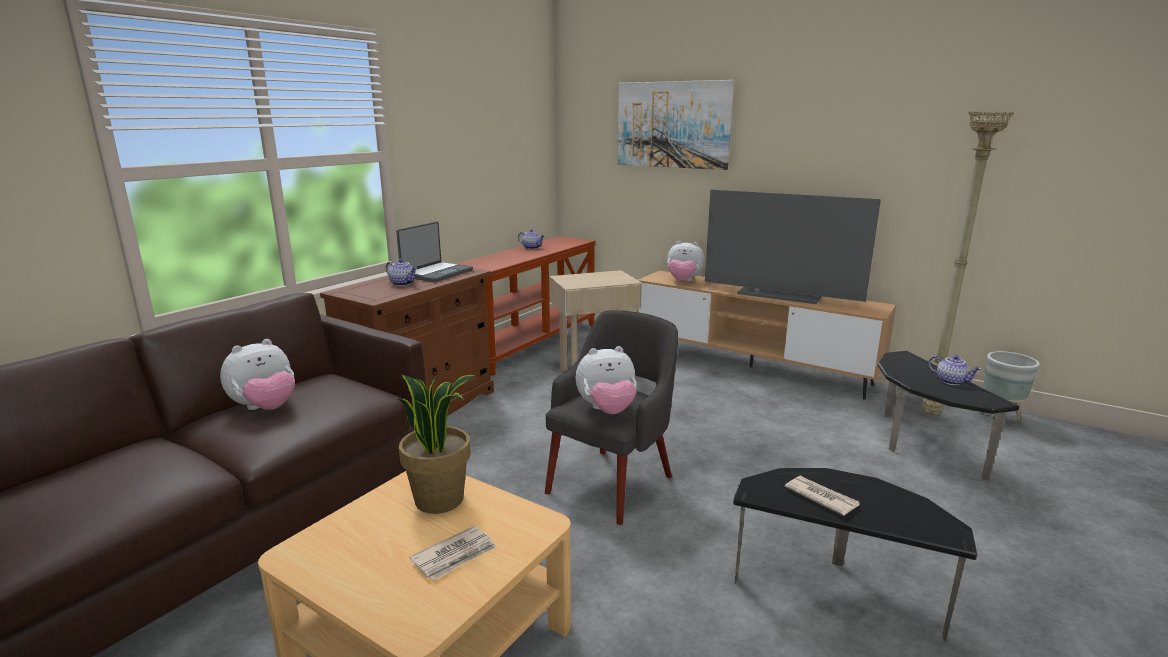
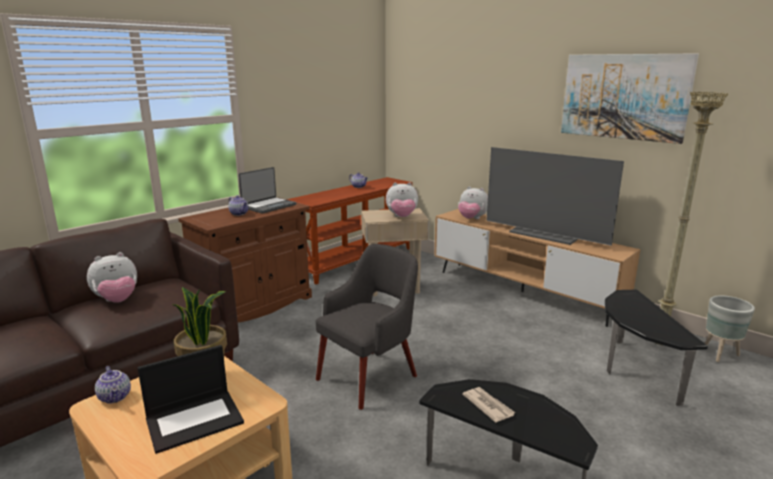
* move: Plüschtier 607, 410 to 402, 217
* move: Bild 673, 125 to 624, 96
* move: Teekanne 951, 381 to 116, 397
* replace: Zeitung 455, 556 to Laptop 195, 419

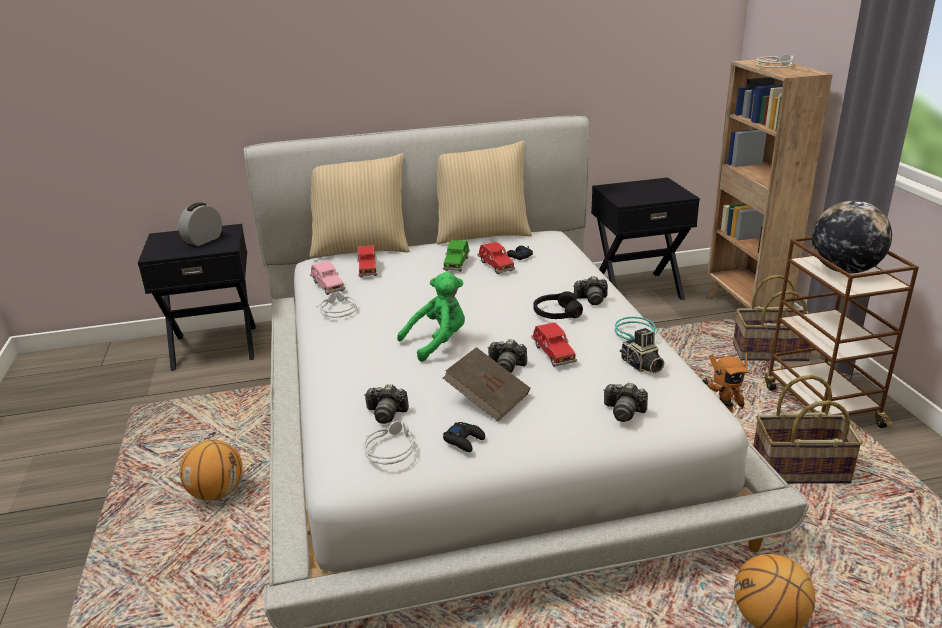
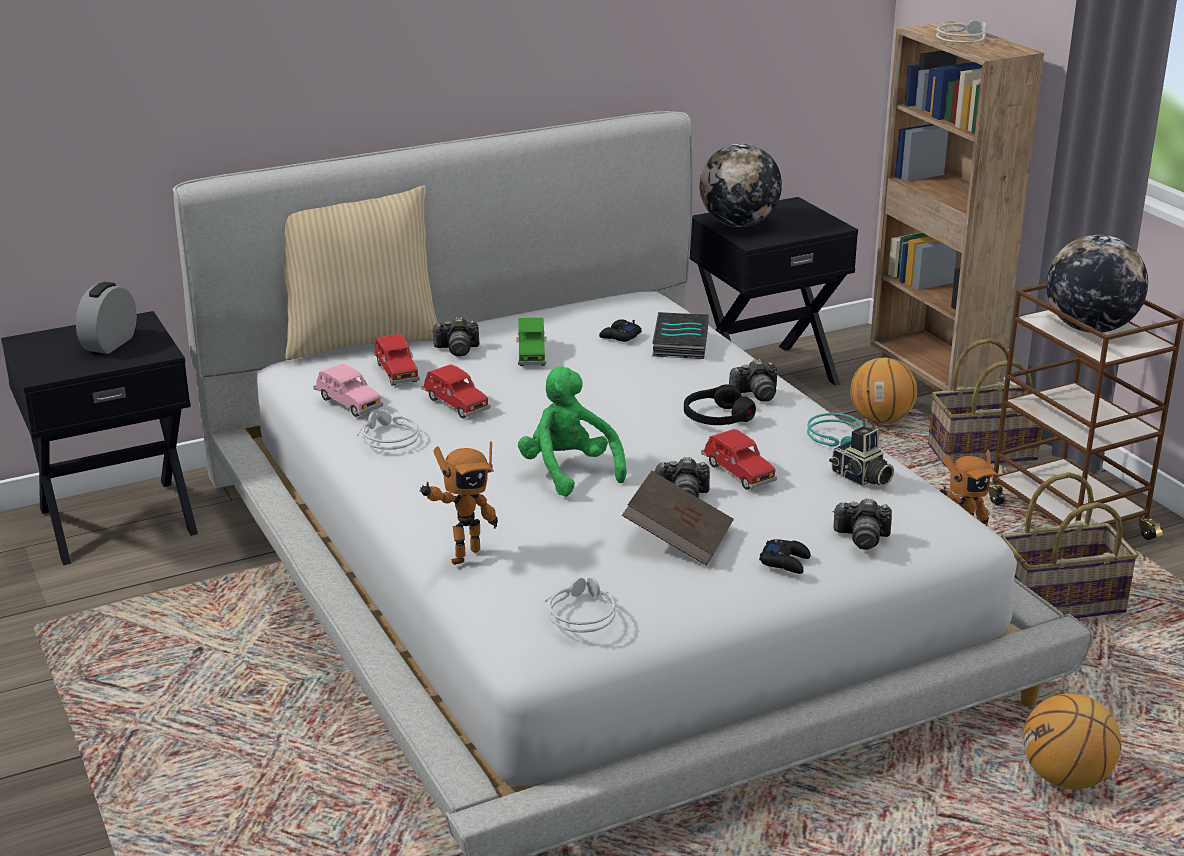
* delete: Kissen [beige] 482, 234
* insert: Spielzeugroboter 462, 555
* insert: Buch 679, 341
* insert: Globus 739, 224
* move: Basketball 217, 493 to 880, 419
* move: Kamera 386, 413 to 457, 349
* move: Gamepad [schwarz] 464, 440 to 785, 562
* move: Spielzeugauto [rot] 495, 266 to 455, 404
* rotate: Plüschtier [grün] 438, 342 = 568, 471 75 degrees counterclockwise

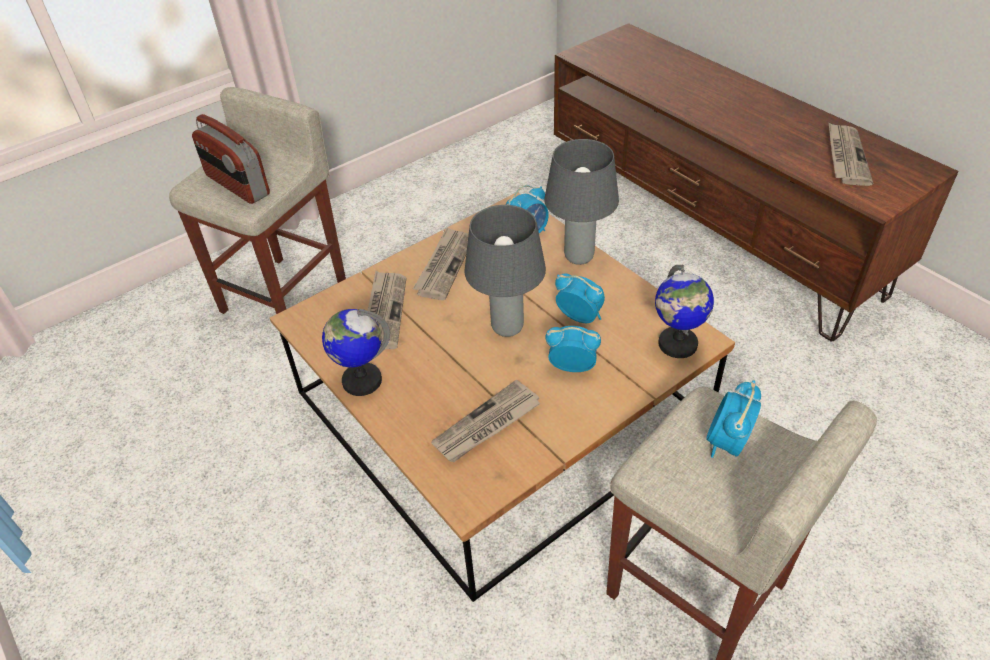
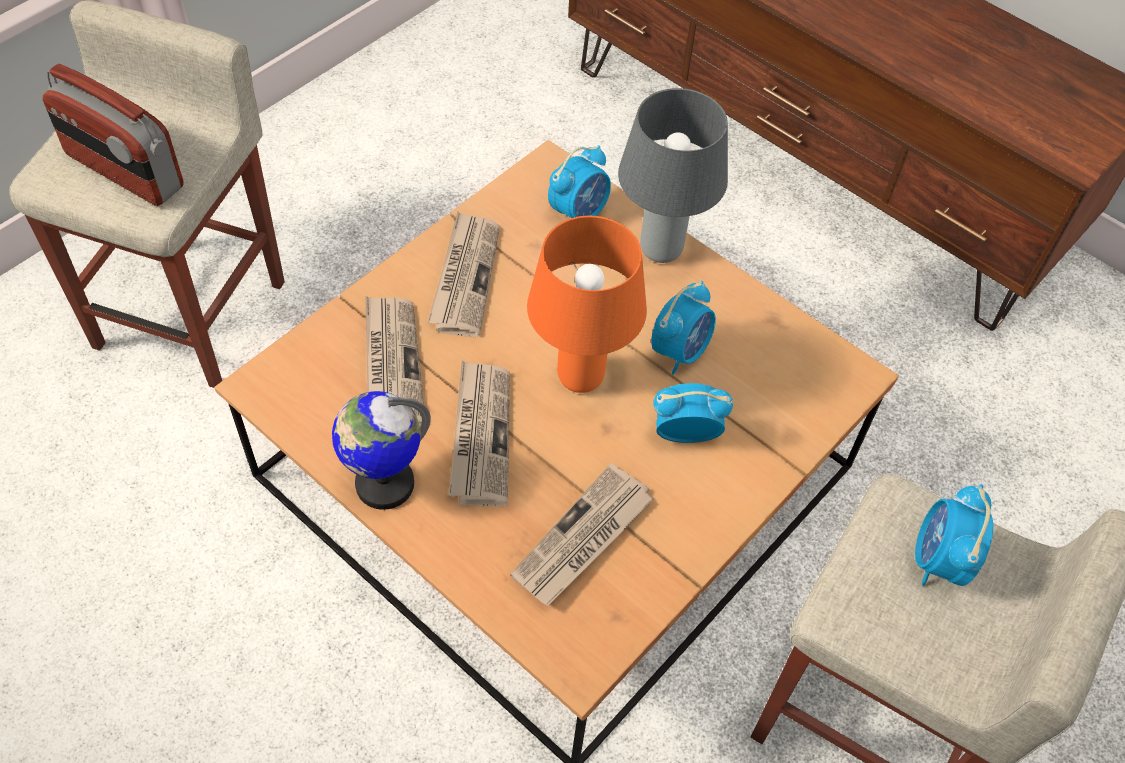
* delete: Globus 677, 344
* move: Zeitung 845, 156 to 480, 435
* recolor: Tischlampe [grau] 508, 327 to Tischlampe [orange] 581, 376
* rotate: Wecker 579, 317 = 680, 351 105 degrees clockwise

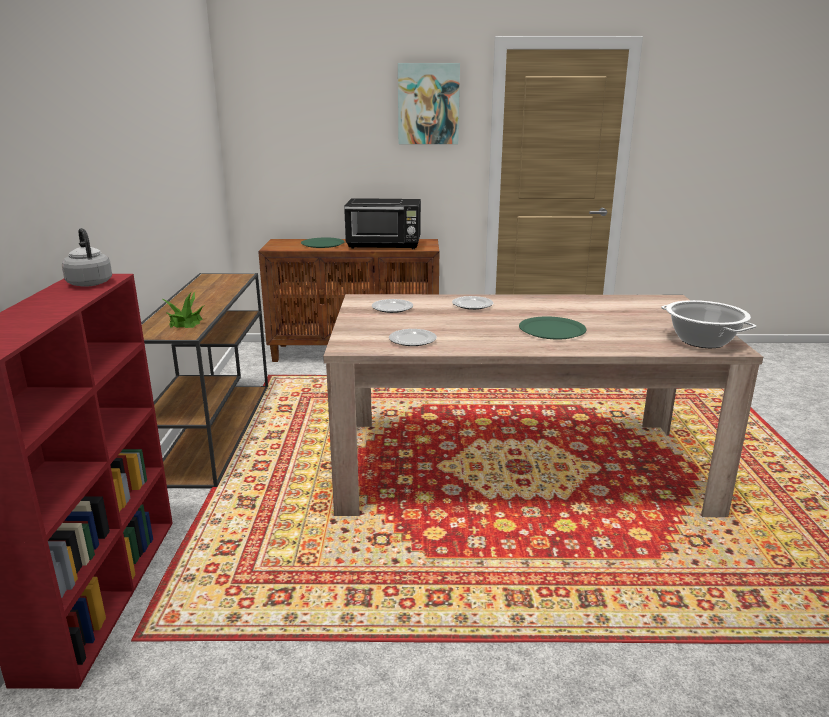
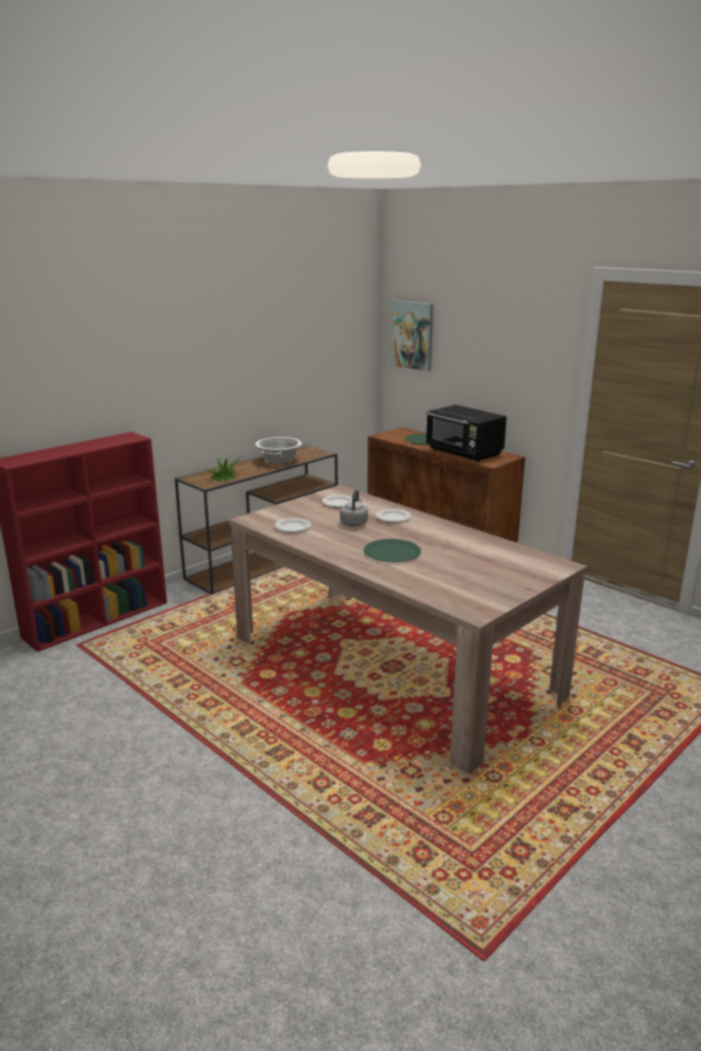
* move: Wasserkessel [grau] 89, 283 to 354, 523
* move: Bild 428, 104 to 412, 335
* move: Kochtopf 702, 341 to 279, 461

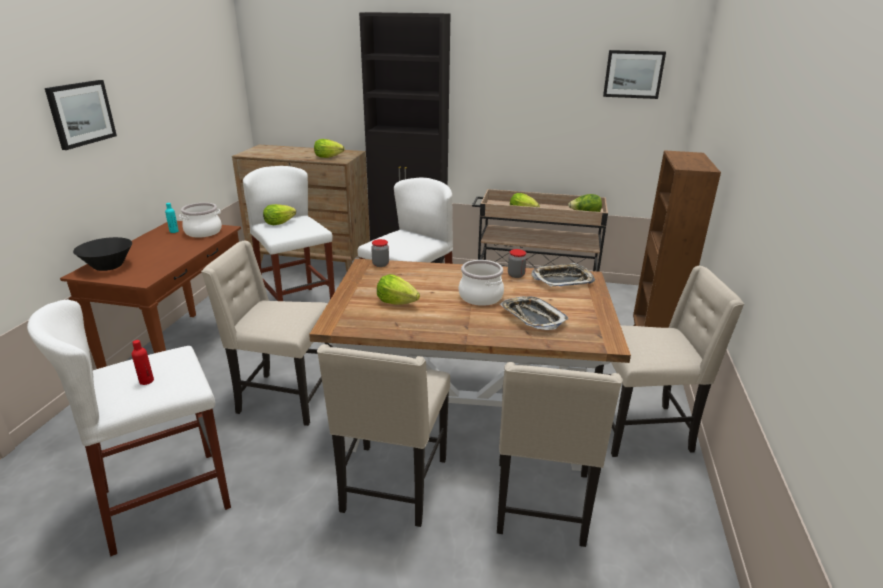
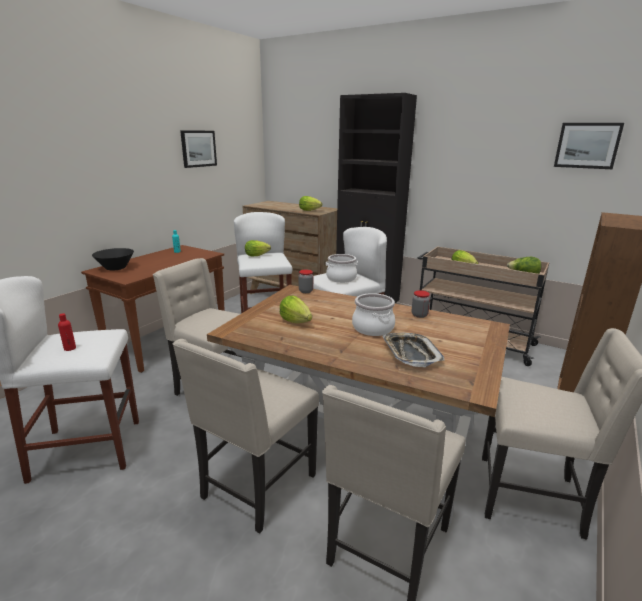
* delete: Tablett 562, 279
* move: Bild 81, 113 to 198, 148
* move: Kochtopf 203, 232 to 341, 278

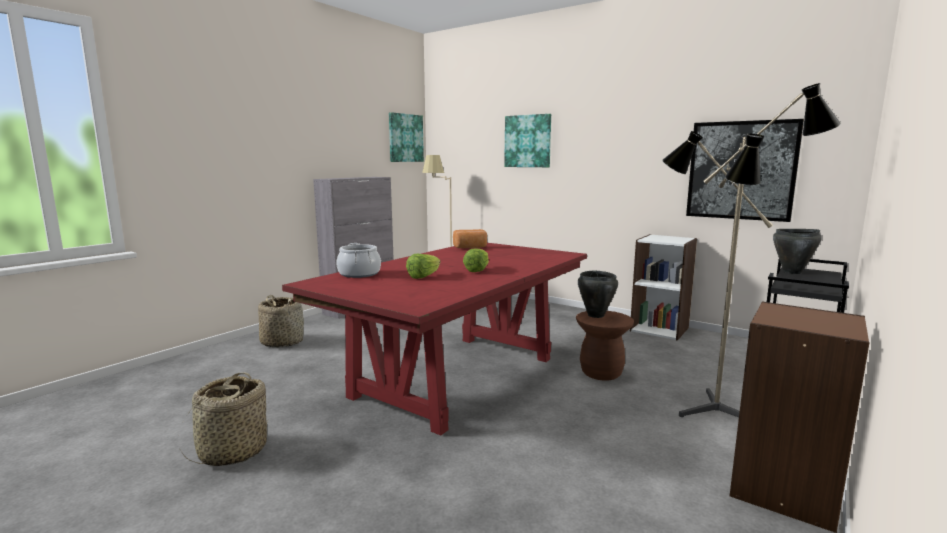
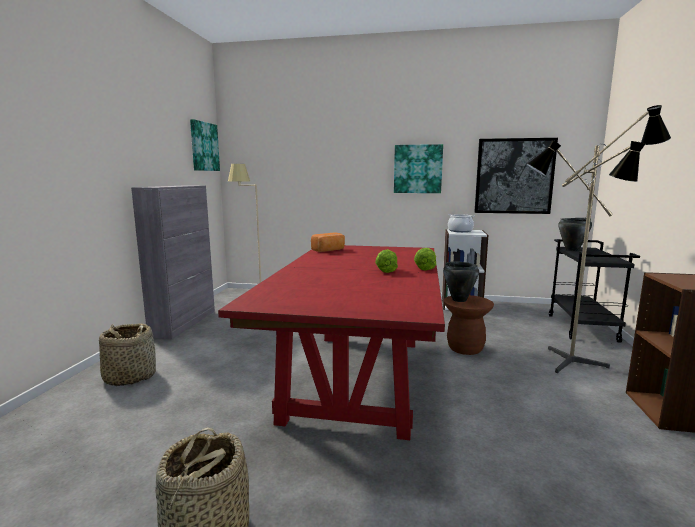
* move: Kochtopf 359, 274 to 460, 231
* move: Salatkopf 423, 276 to 425, 268
* move: Bild 528, 141 to 418, 169

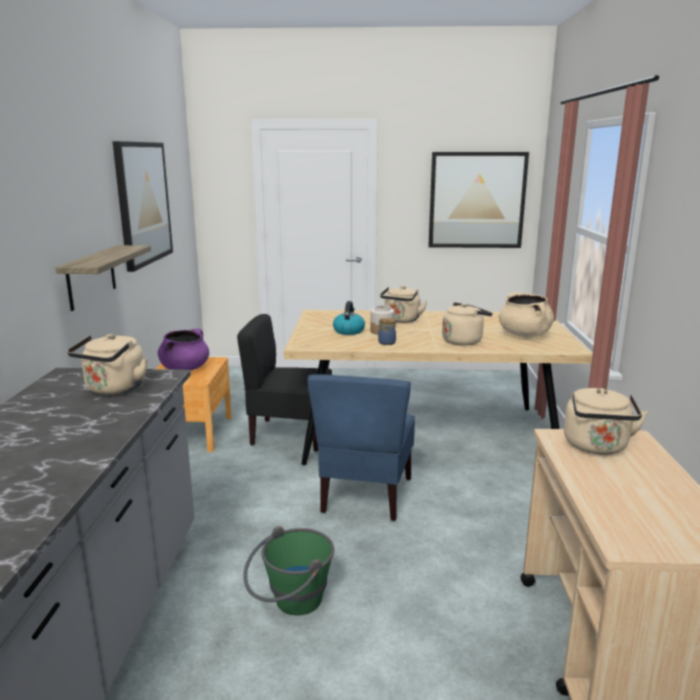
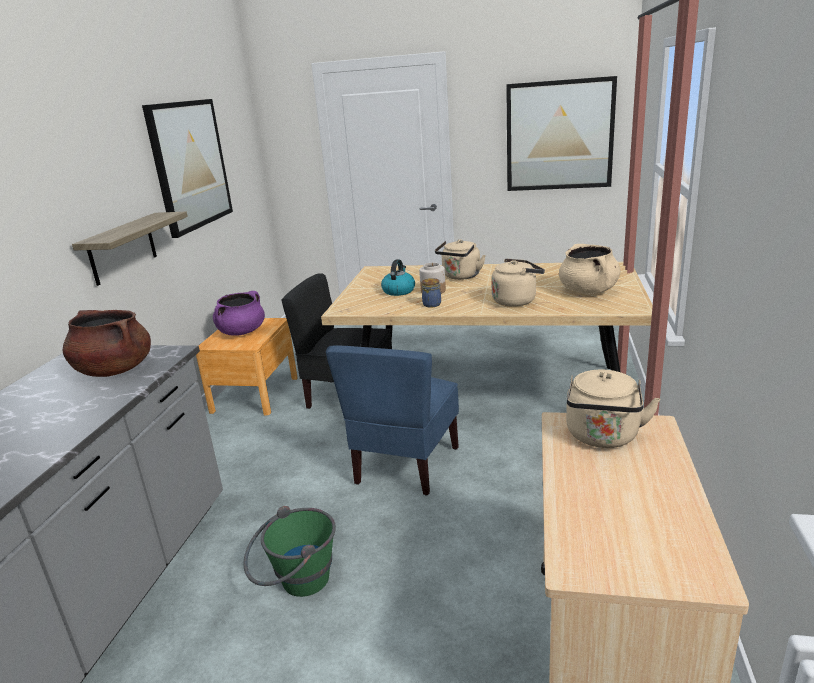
* replace: Wasserkessel [beige] 114, 389 to Kochtopf [braun] 114, 370

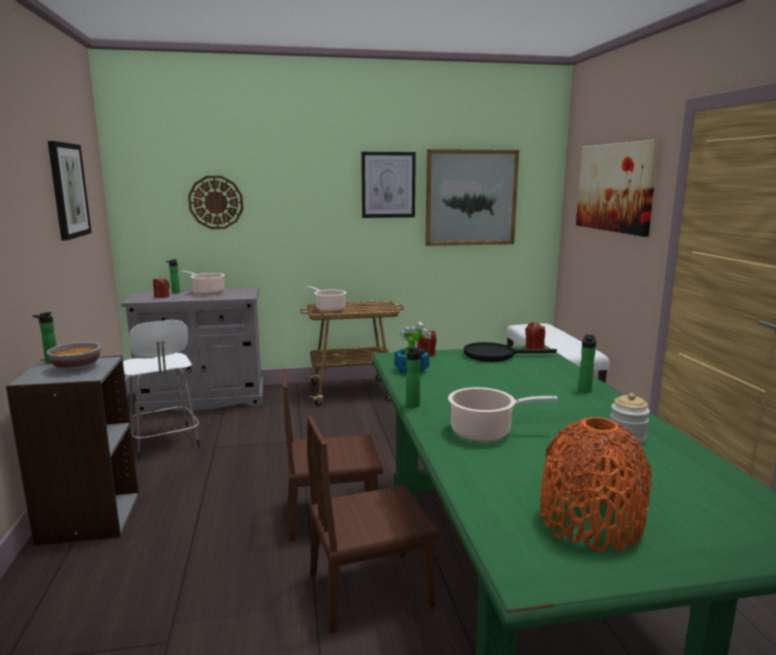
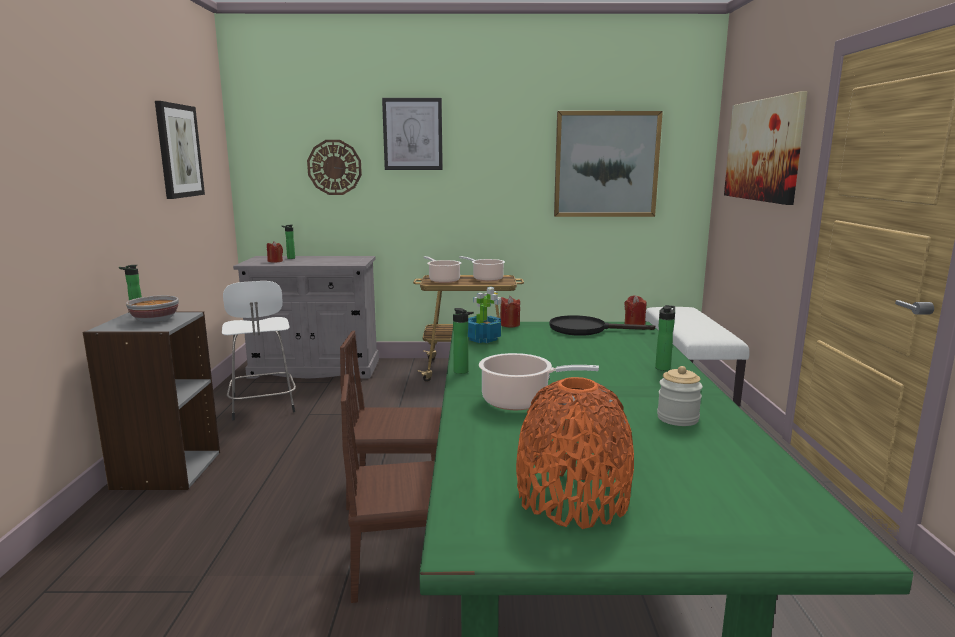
* move: Kochtopf 207, 292 to 486, 279
* move: Bild 388, 185 to 412, 134

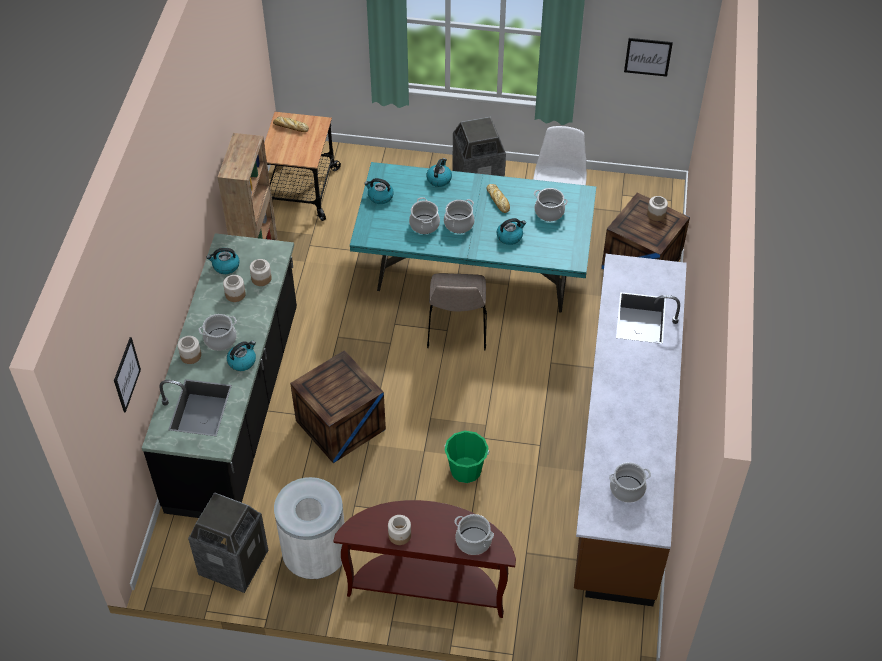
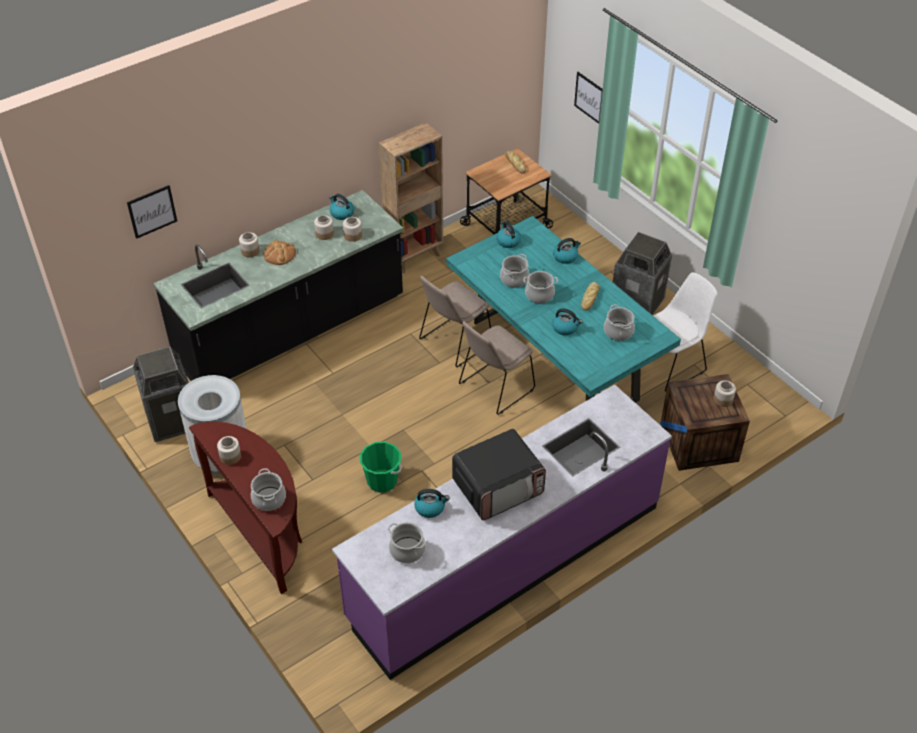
* delete: Kiste 340, 425
* insert: Stuhl [beige] 454, 343
* insert: Mikrowelle 498, 487
* move: Wasserkessel 242, 361 to 430, 507
* move: Bild 648, 56 to 589, 97
* replace: Kochtopf 220, 339 to Brot 279, 254
* recolor: Küchenzeile [braun] 622, 455 to Küchenzeile [lila] 505, 561

